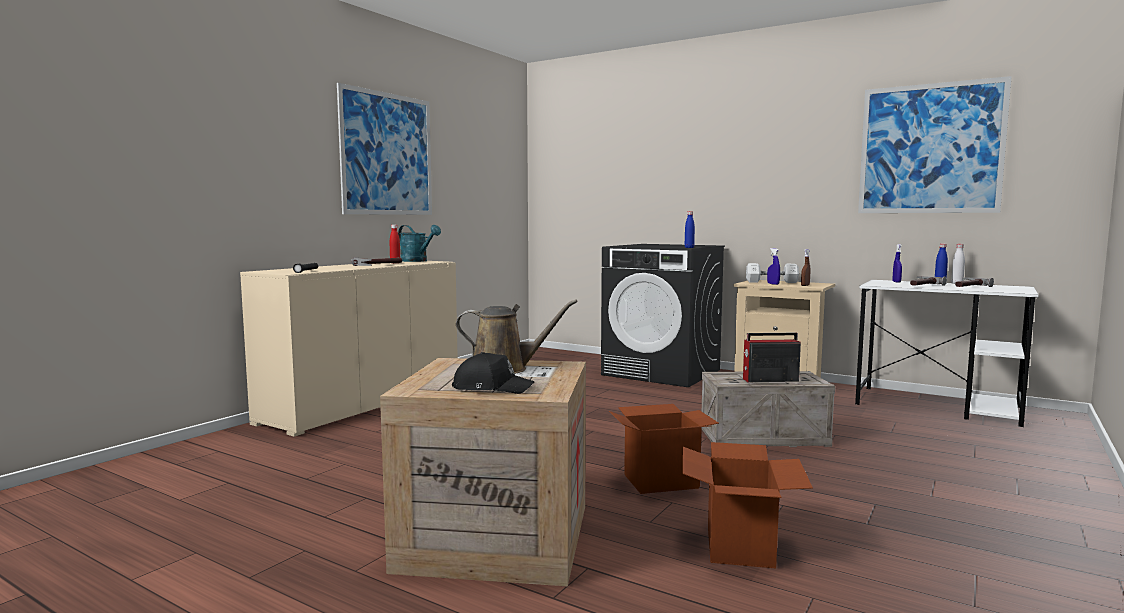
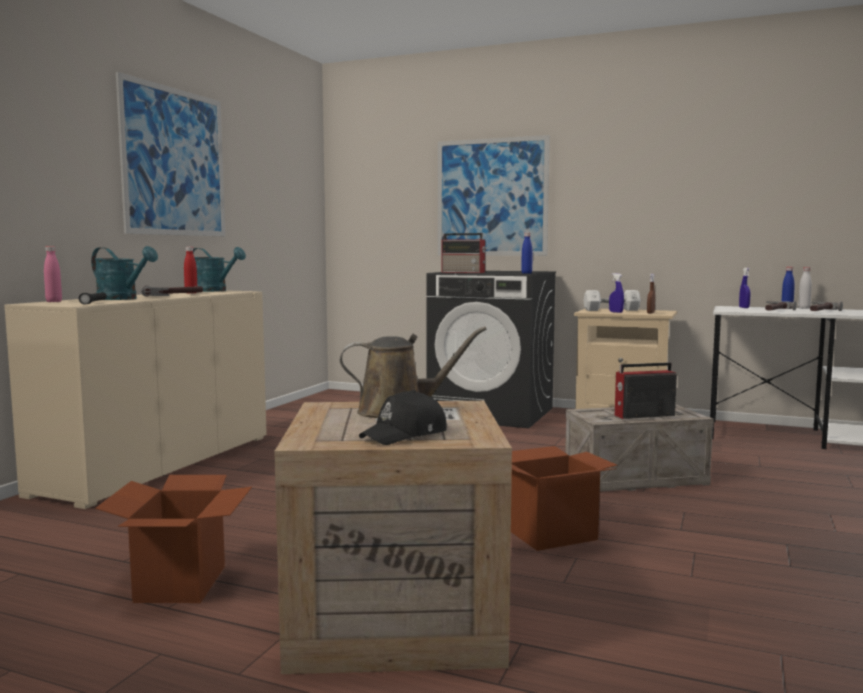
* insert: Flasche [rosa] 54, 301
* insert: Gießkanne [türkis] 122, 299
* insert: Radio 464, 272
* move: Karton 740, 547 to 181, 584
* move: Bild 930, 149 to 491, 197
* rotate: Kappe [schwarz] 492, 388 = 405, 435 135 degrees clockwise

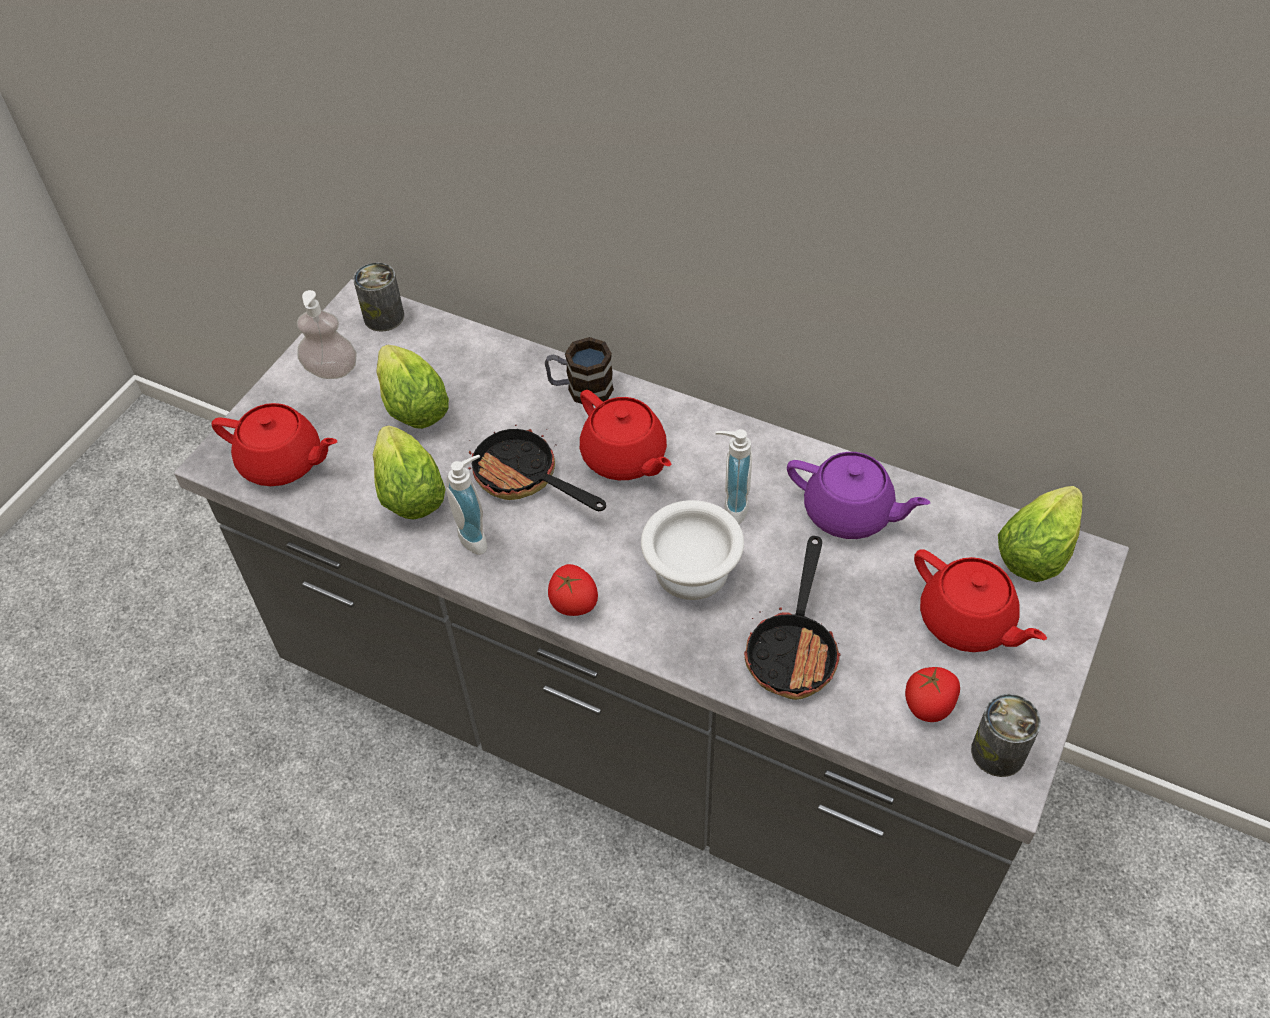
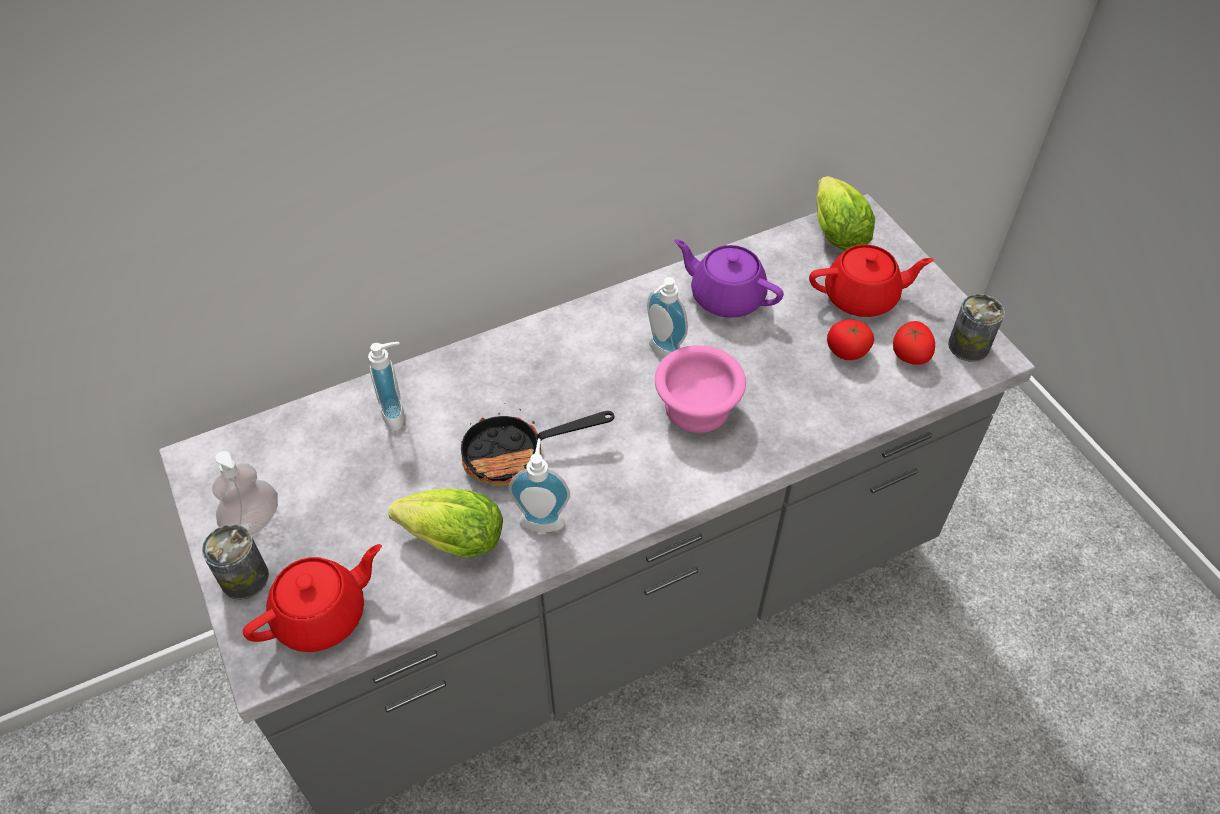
* delete: Salatkopf 411, 403
* delete: Henkelbecher 580, 389
* delete: Teekanne [rot] 624, 458
* delete: Pfanne 794, 648
* insert: Seifenspender 398, 413
* move: Dose 384, 317 to 244, 578
* move: Tomate 573, 603 to 846, 351
* recolor: Schüssel [weiß] 689, 569 to Schüssel [rosa] 694, 408
* rotate: Teekanne [lila] 849, 513 = 726, 297 120 degrees counterclockwise

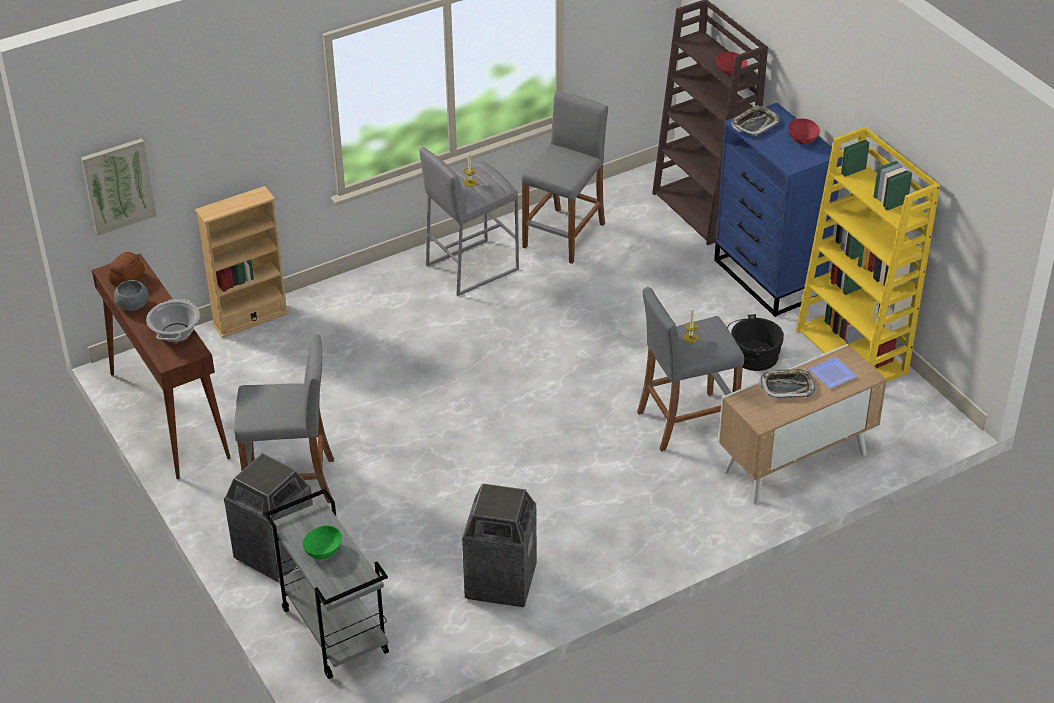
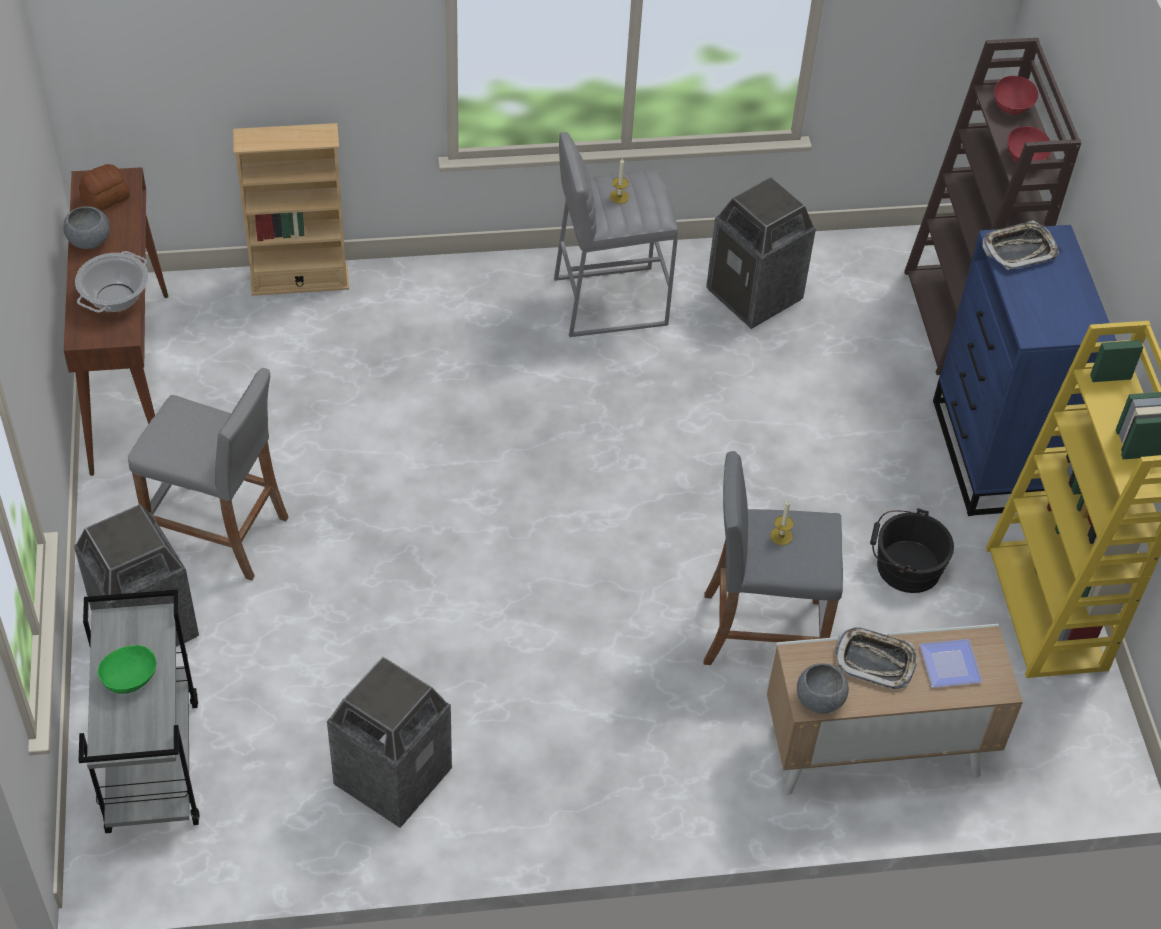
* delete: Bild 118, 185
* insert: Schüssel [grau] 819, 699
* move: Schüssel [rot] 803, 140 to 1012, 107
* replace: Hocker [grau] 564, 235 to Mülleimer 755, 295

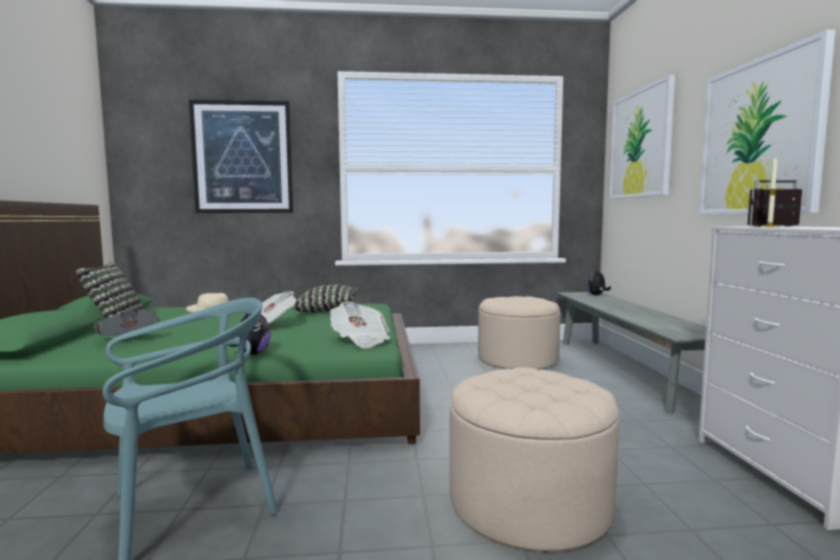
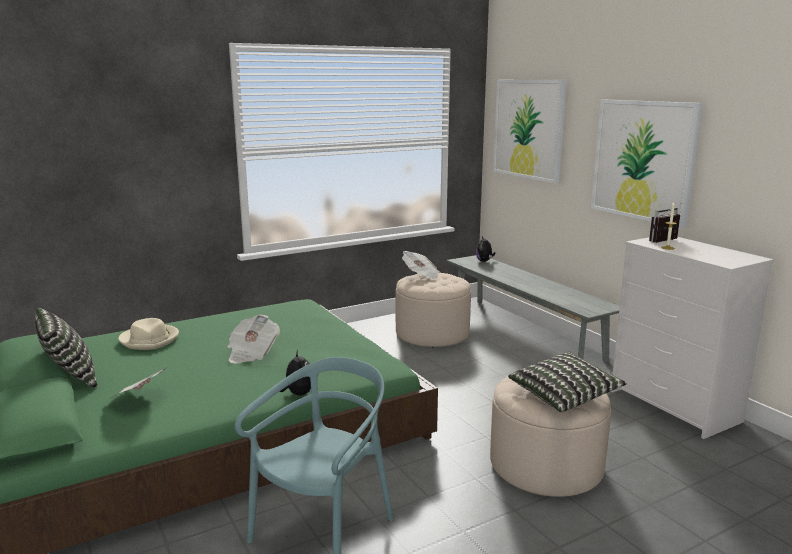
* delete: Bild 242, 157
* move: Kissen 327, 311 to 564, 396
* move: Zeitung 360, 341 to 421, 275

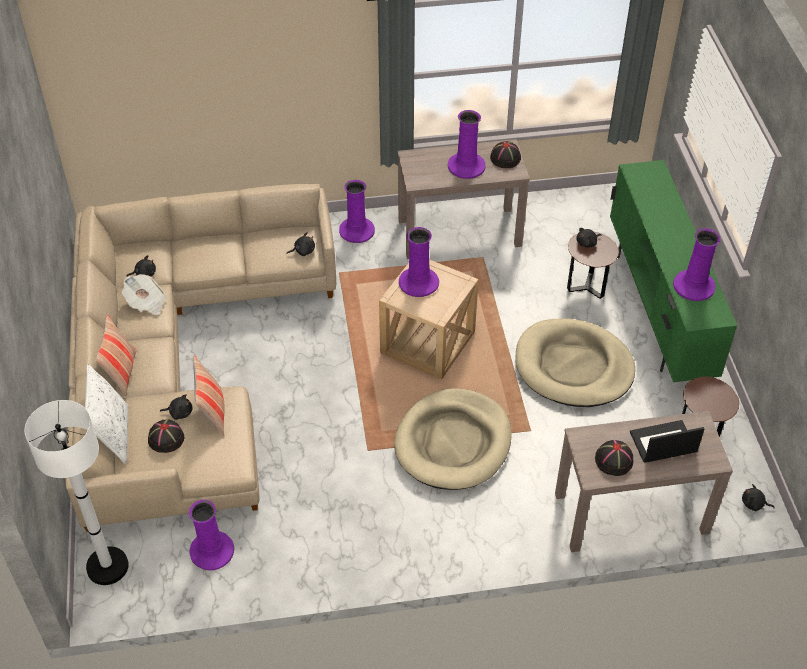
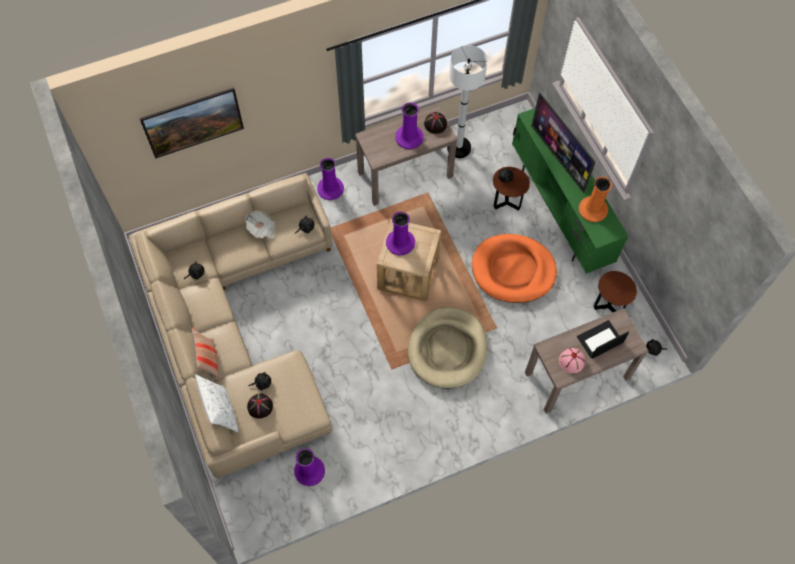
* delete: Kissen 212, 412
* insert: Bild 196, 132
* insert: Fernseher 558, 158
* move: Stehlampe [weiß] 107, 566 to 459, 148
* move: Zeitung 146, 303 to 262, 229
* recolor: Hundebett [beige] 573, 367 to Hundebett [orange] 513, 270
* recolor: Hut [schwarz] 614, 460 to Hut [rosa] 571, 361
* recolor: Vase [lila] 693, 286 to Vase [orange] 592, 209

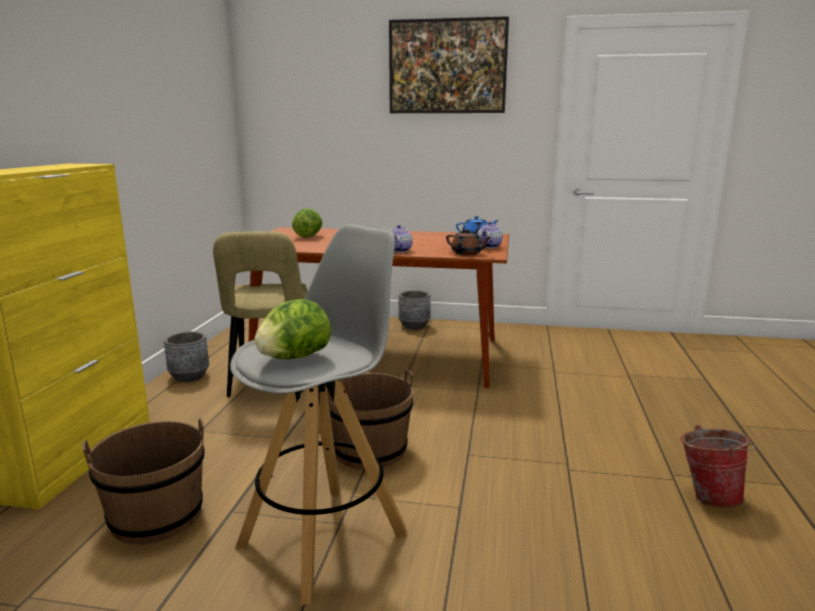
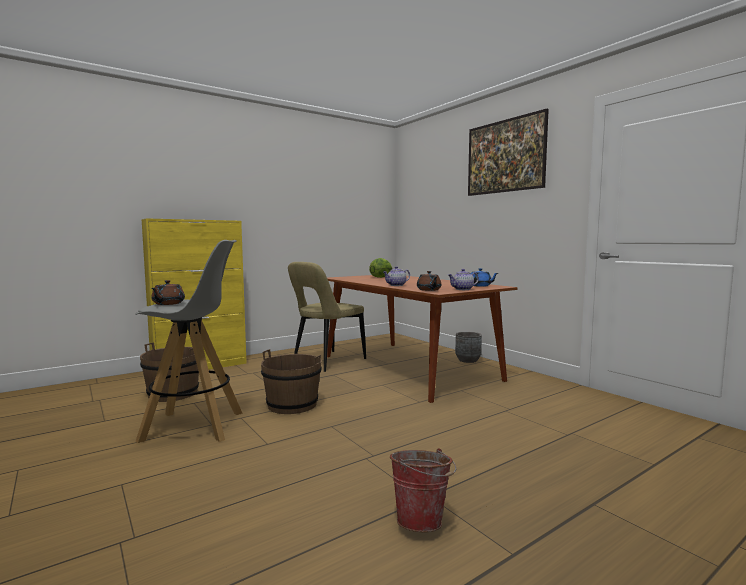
* delete: Pflanzkübel [grau] 189, 376
* replace: Salatkopf 294, 357 to Teekanne [braun] 168, 304

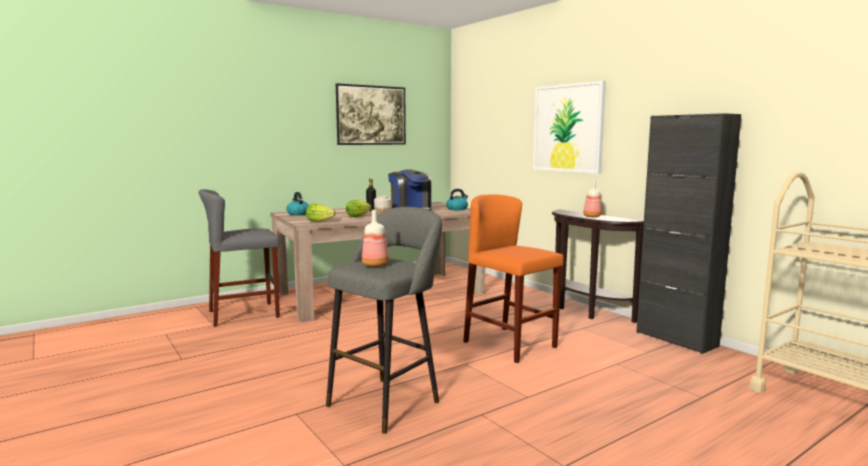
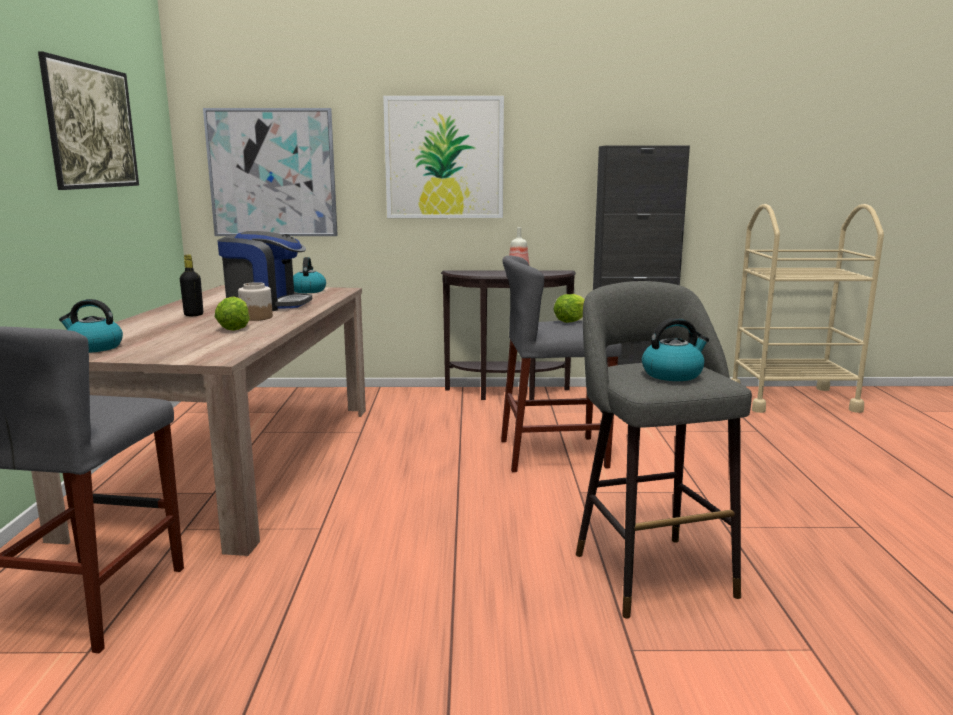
* insert: Bild 272, 173
* move: Salatkopf 319, 221 to 570, 321
* replace: Flasche 375, 265 to Wasserkessel 672, 374
* recolor: Hocker [orange] 510, 344 to Hocker [grau] 553, 453

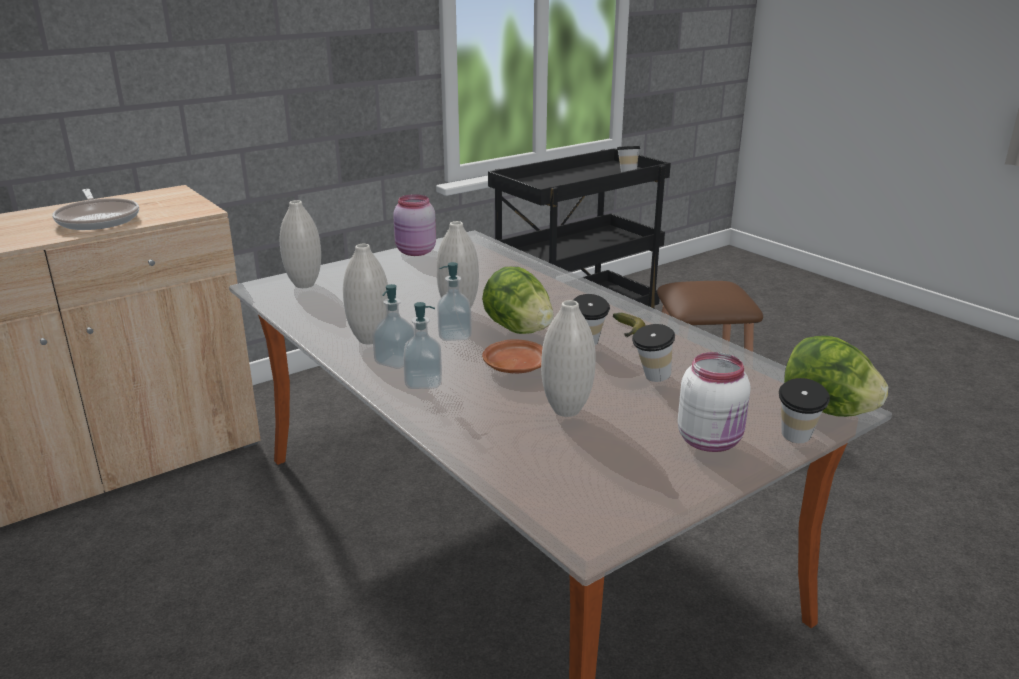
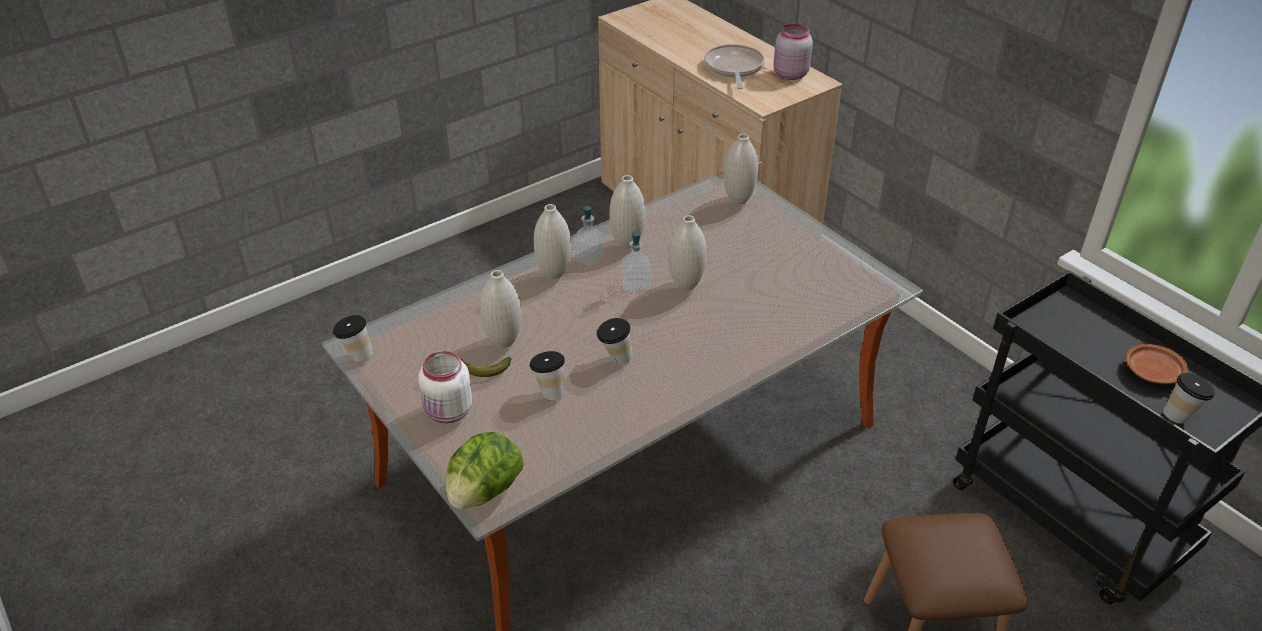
* delete: Salatkopf 518, 329
* move: Vorratsglas [rosa] 415, 252 to 789, 74
* move: Teller [braun] 515, 367 to 1153, 372
* move: Banane 628, 331 to 484, 369
* move: Tasse 796, 441 to 356, 355
* replace: Seifenspender 423, 382 to Vase [weiß] 554, 273
* rotate: Pfanne 98, 219 = 733, 68 120 degrees clockwise

